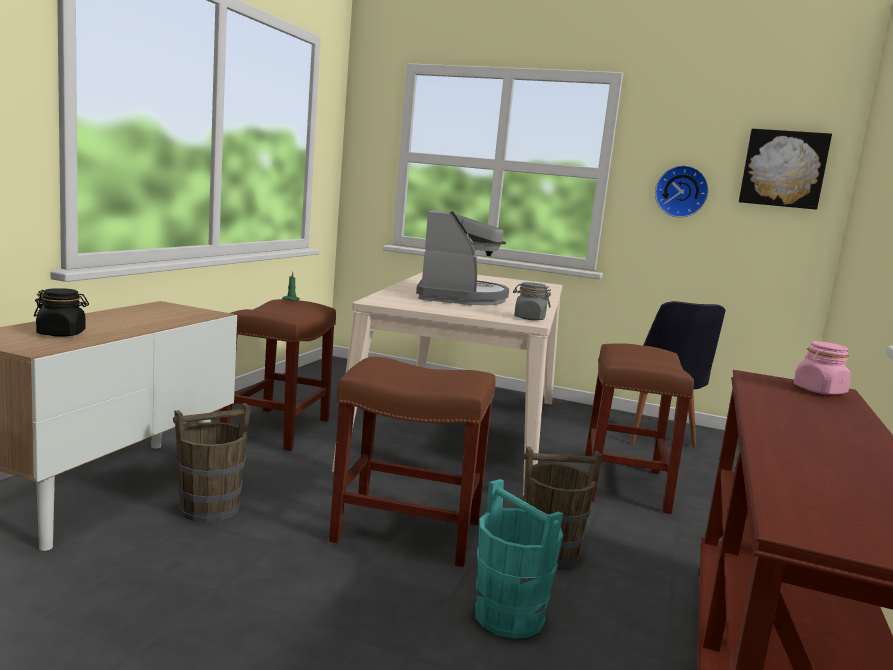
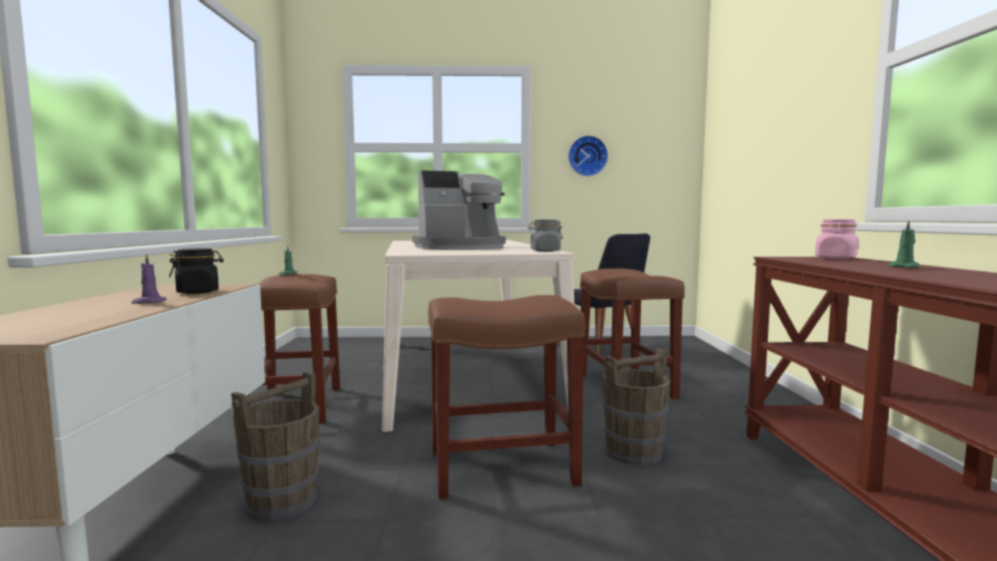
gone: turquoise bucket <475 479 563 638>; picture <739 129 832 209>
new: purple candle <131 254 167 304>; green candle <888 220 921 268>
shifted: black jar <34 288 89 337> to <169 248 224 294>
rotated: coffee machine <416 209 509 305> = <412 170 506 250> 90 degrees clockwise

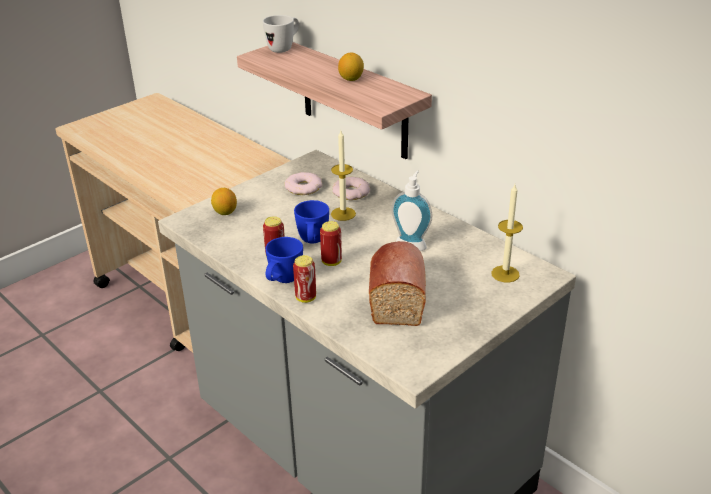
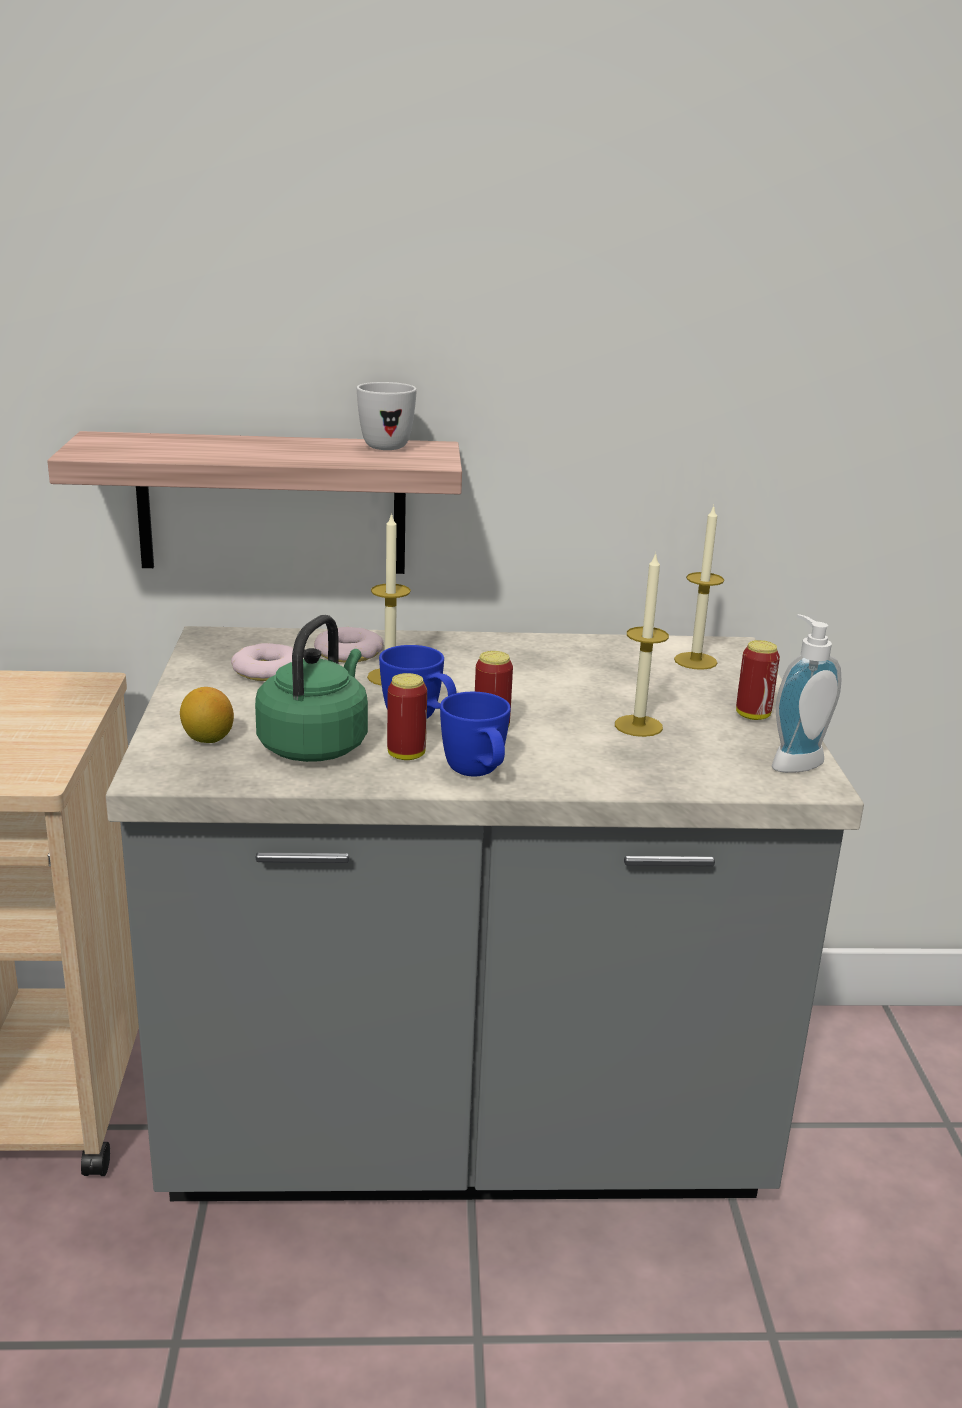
gone: lemon <338 53 364 81>
new: green kettle <255 615 368 762>
shifted: white mug <263 15 299 53> to <357 382 417 450>; can <293 255 316 303> to <736 640 780 720>; soap dispenser <392 171 432 251> to <772 614 841 773>
swapped: bread <369 241 426 326> to candle <615 552 669 737>

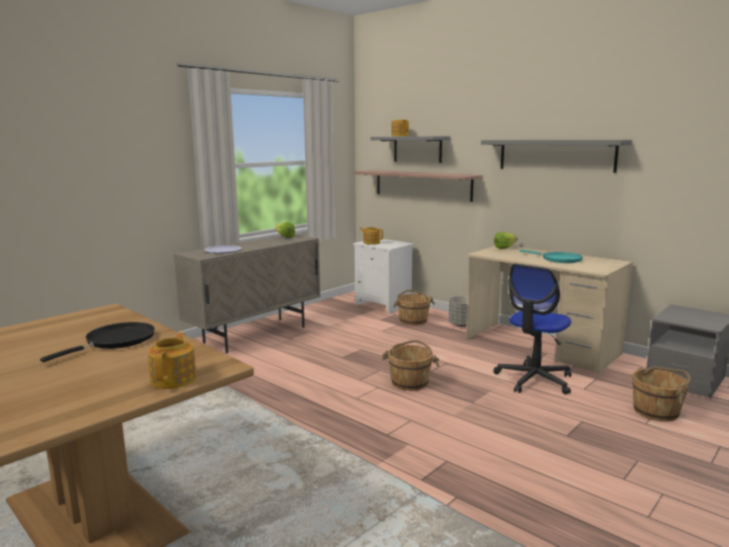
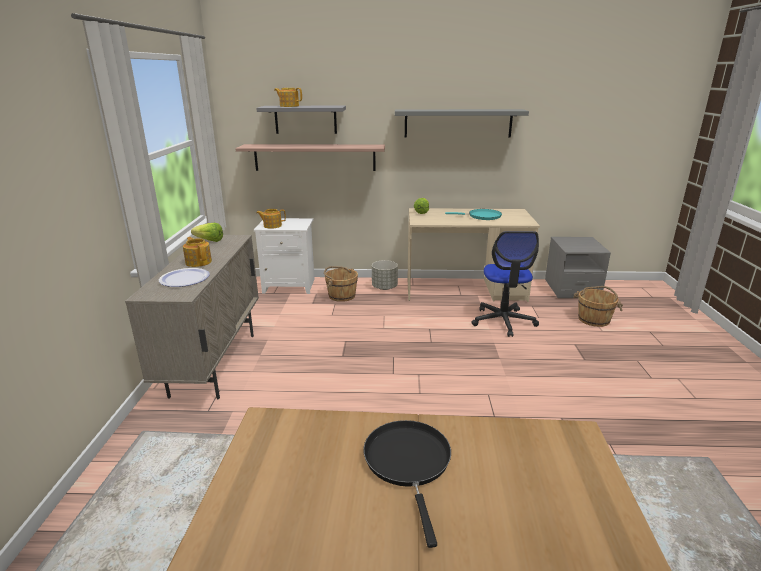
gone: brown bucket <382 340 439 391>
shifted: teapot <148 332 196 389> to <183 237 212 267>

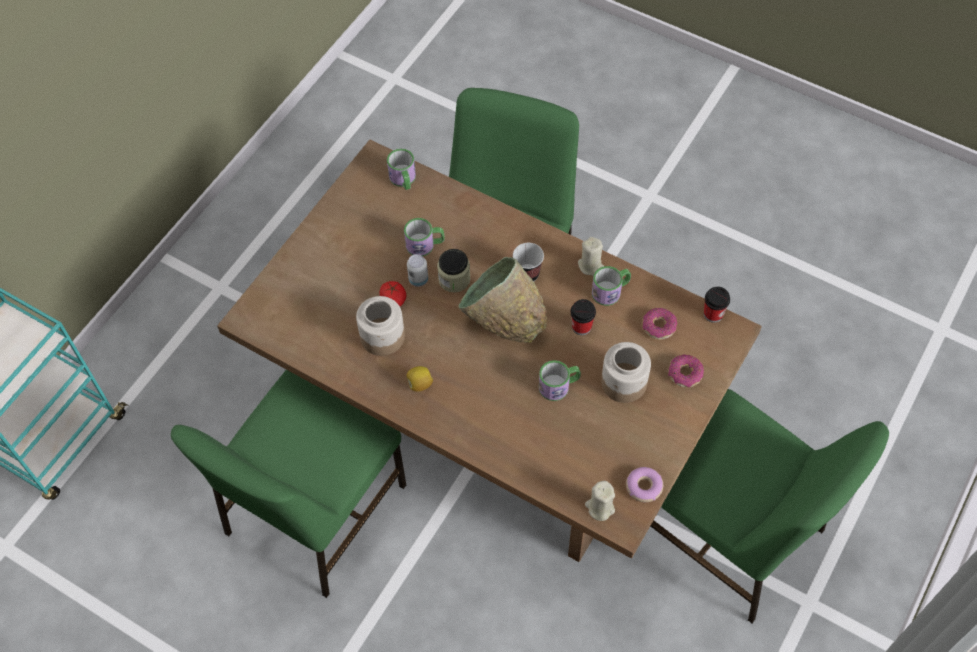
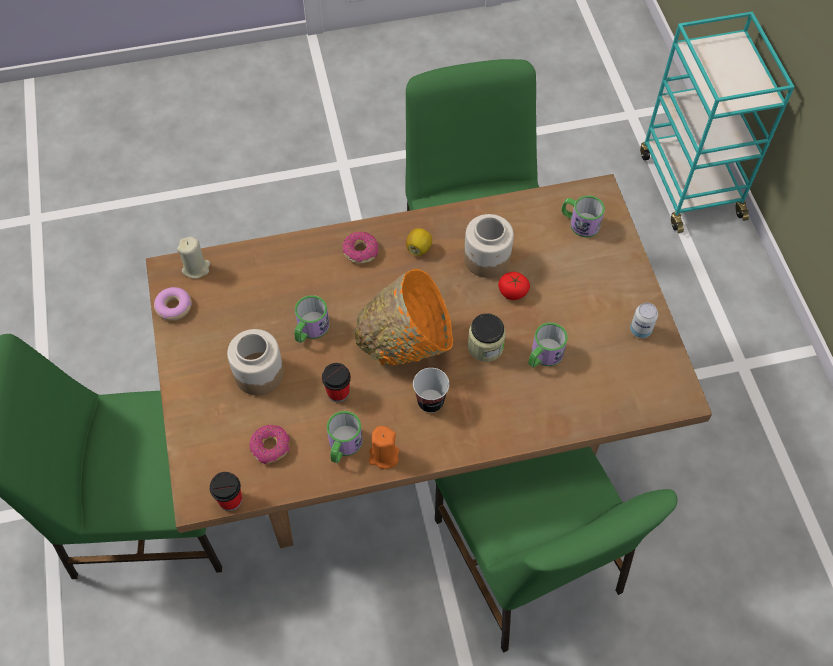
shifted: mug <387 149 416 190> to <561 195 605 237>; can <407 254 428 287> to <630 303 658 338>; donut <668 354 704 387> to <343 232 378 263>
repainted: green bowl <458 257 547 343> to orange bowl <354 269 453 366>; beige candle <578 237 604 276> to orange candle <369 426 399 469>

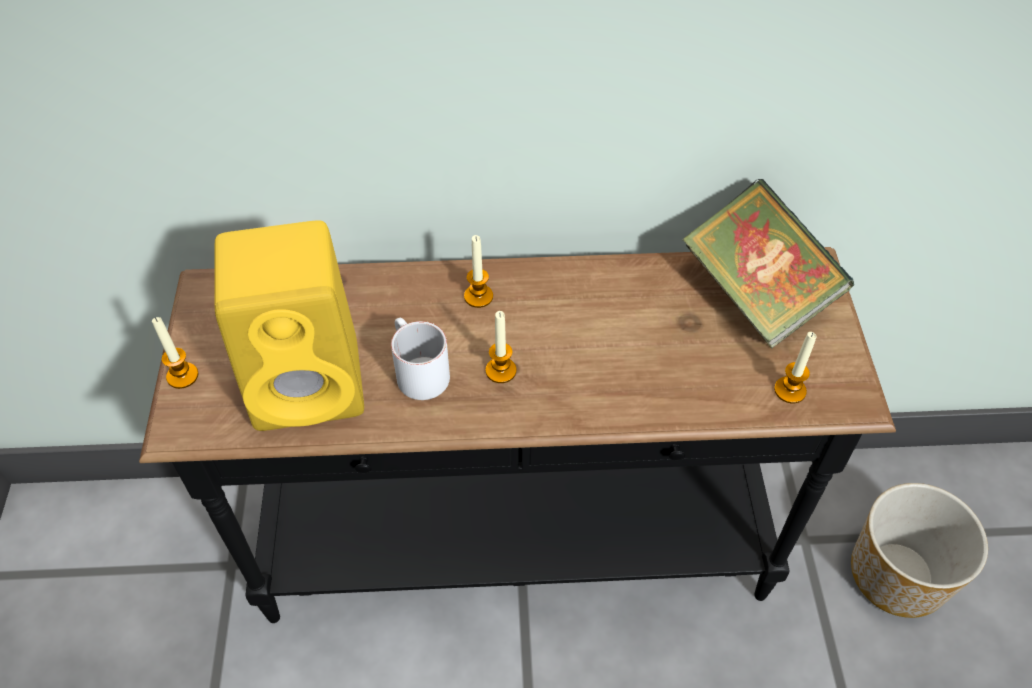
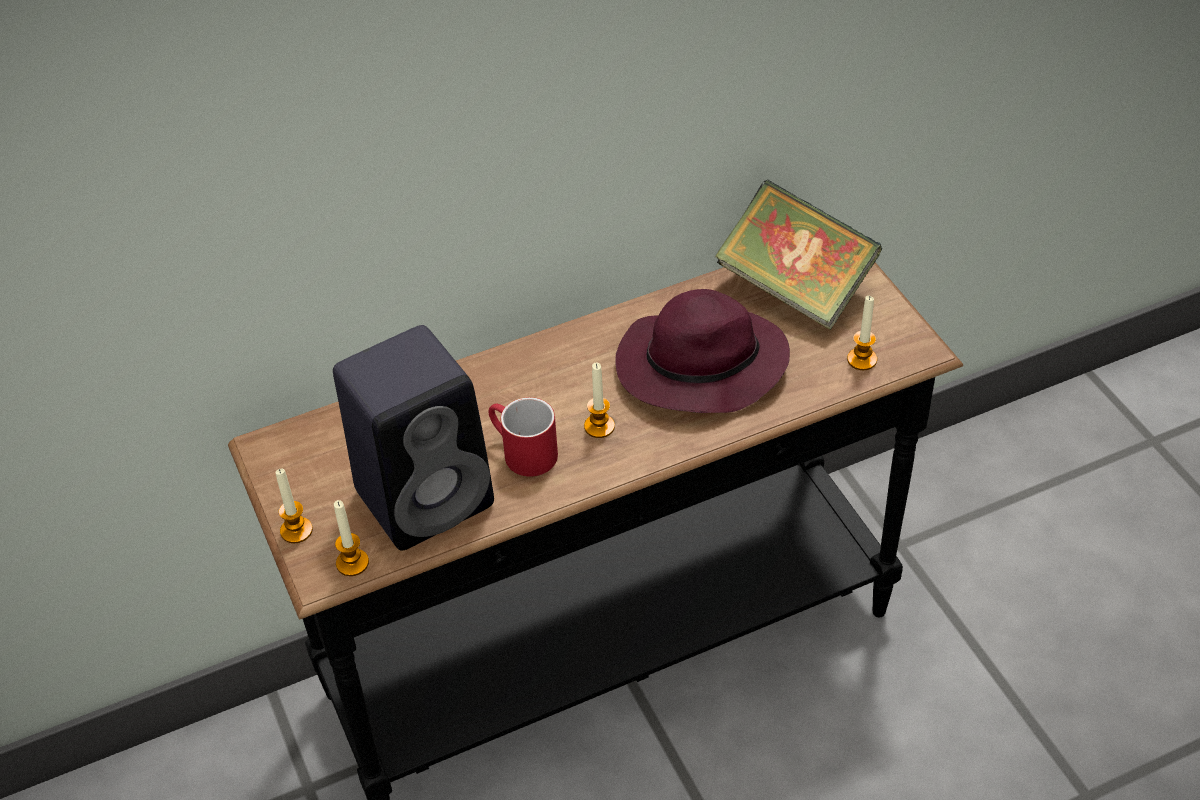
gone: planter <851 483 988 618>
new: purple hat <615 289 790 413>
shifted: candle <464 235 493 308> to <334 500 369 576>
repainted: yellow speaker <215 220 364 431> to black speaker <333 325 494 551>; white mug <391 318 450 400> to red mug <488 397 558 477>

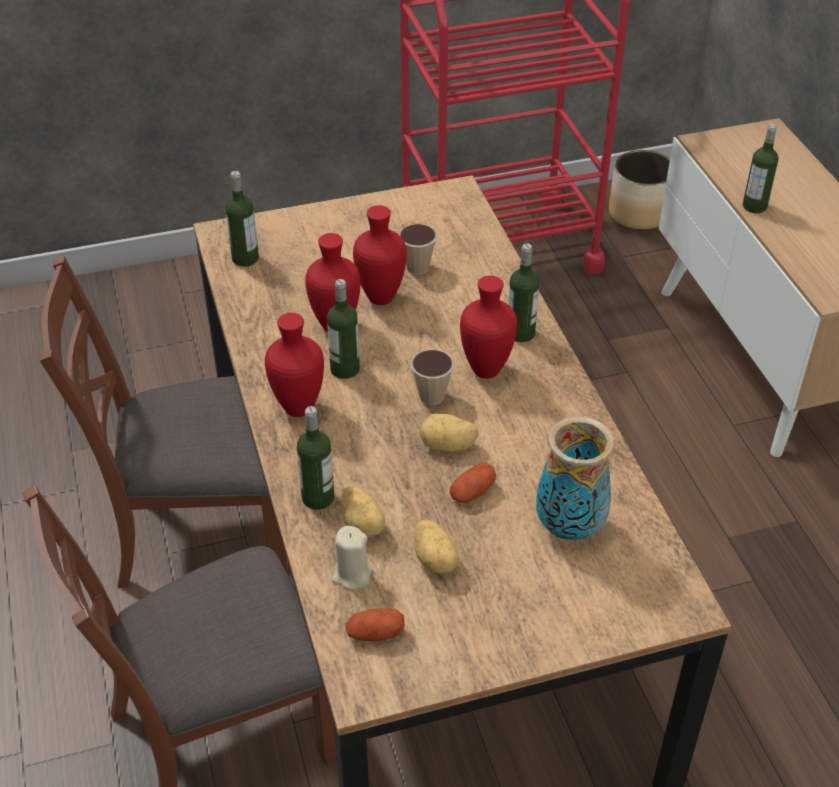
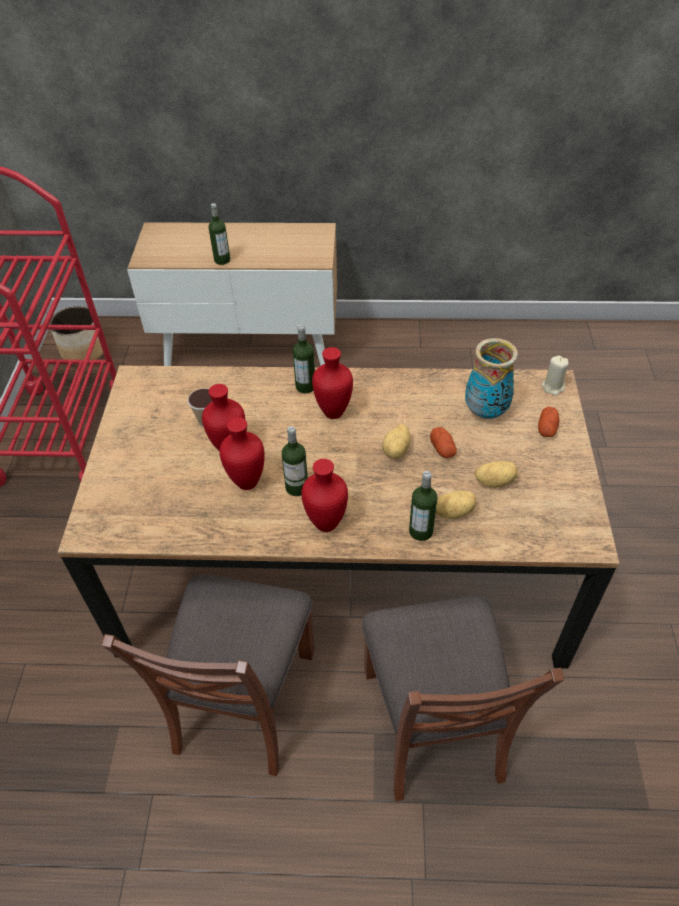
gone: bottle <225 171 259 267>; cup <411 350 454 405>
shifted: beige candle <331 526 372 590> to <542 355 568 396>; potato <346 608 405 642> to <538 407 560 437>

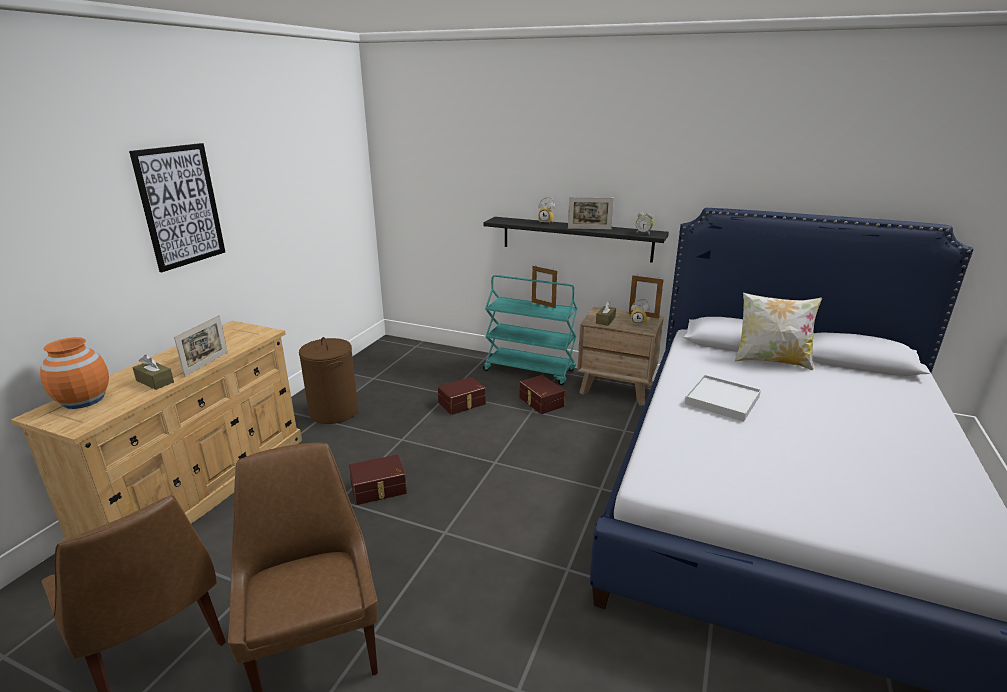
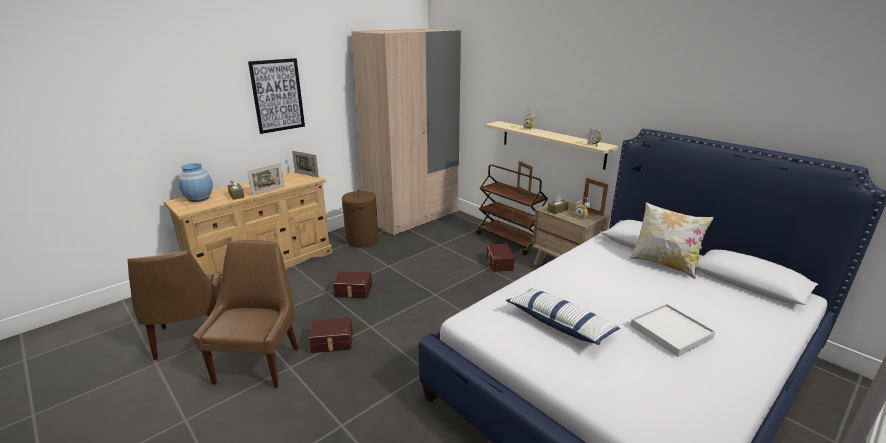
new: beige wardrobe <351 29 461 236>; pillow <506 289 620 345>
shifted: brown storage box <438 377 486 415> to <309 317 353 353>; picture frame <568 197 614 229> to <292 150 319 178>; white tray <685 375 761 422> to <630 304 716 357>
repainted: orange vase <40 337 109 409> to blue vase <178 163 213 202>; black shelf <483 217 669 263> to beige shelf <485 121 618 170>; turquoise cart <483 275 578 385> to brown cart <476 164 548 256>

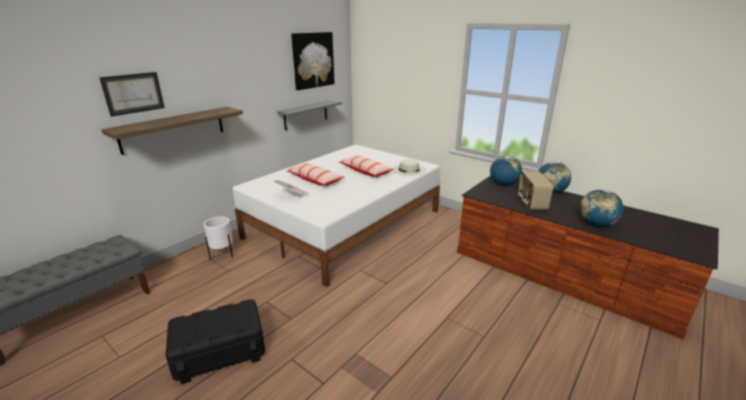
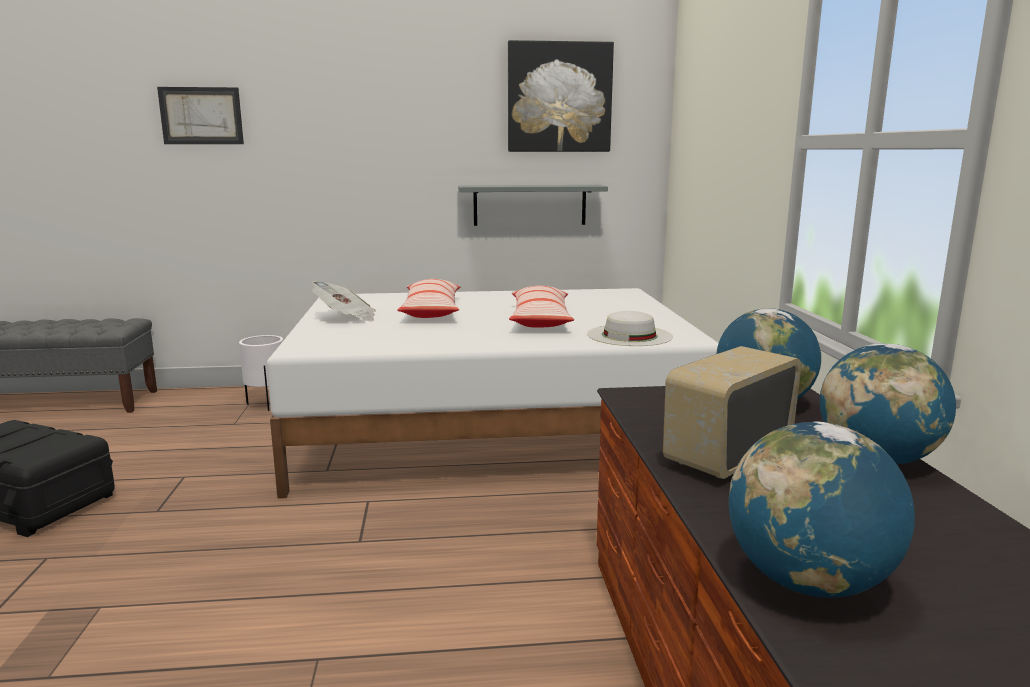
gone: shelf <101 107 243 155>

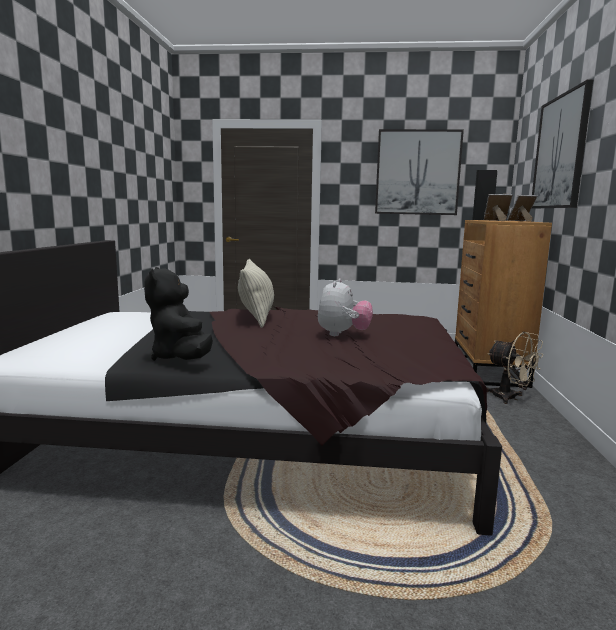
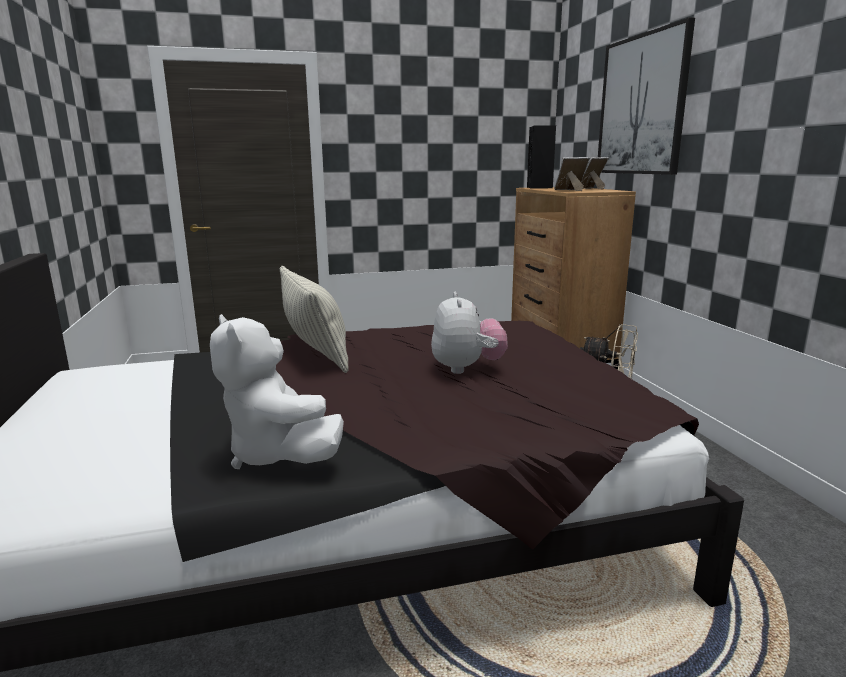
gone: picture <375 129 464 215>
repainted: black plush toy <144 267 213 361> to white plush toy <210 314 344 469>

